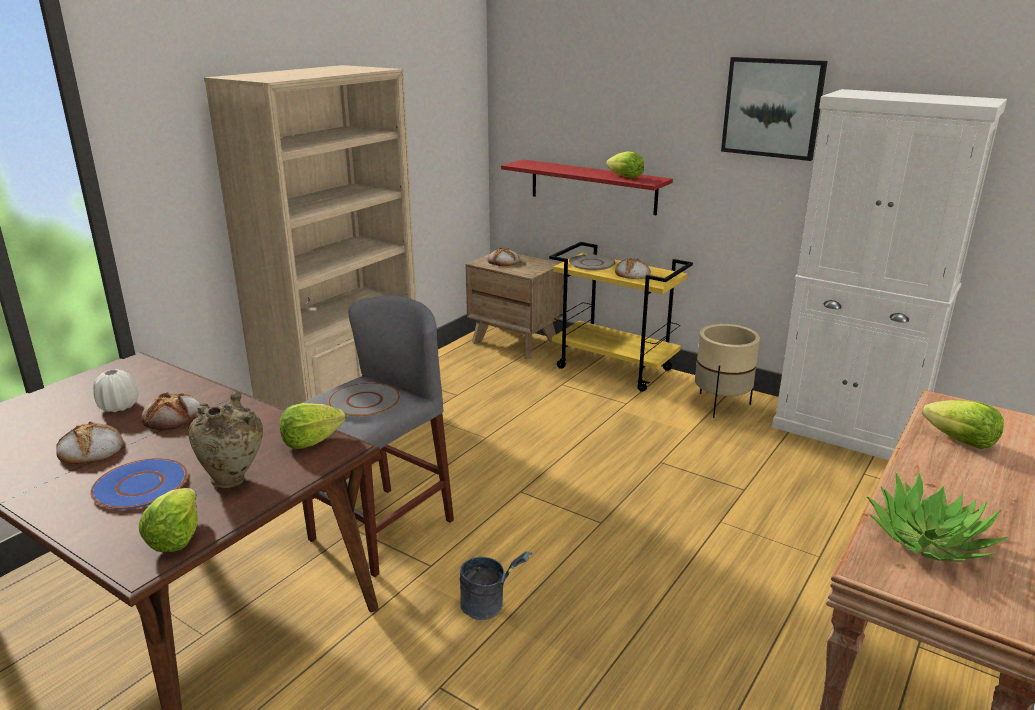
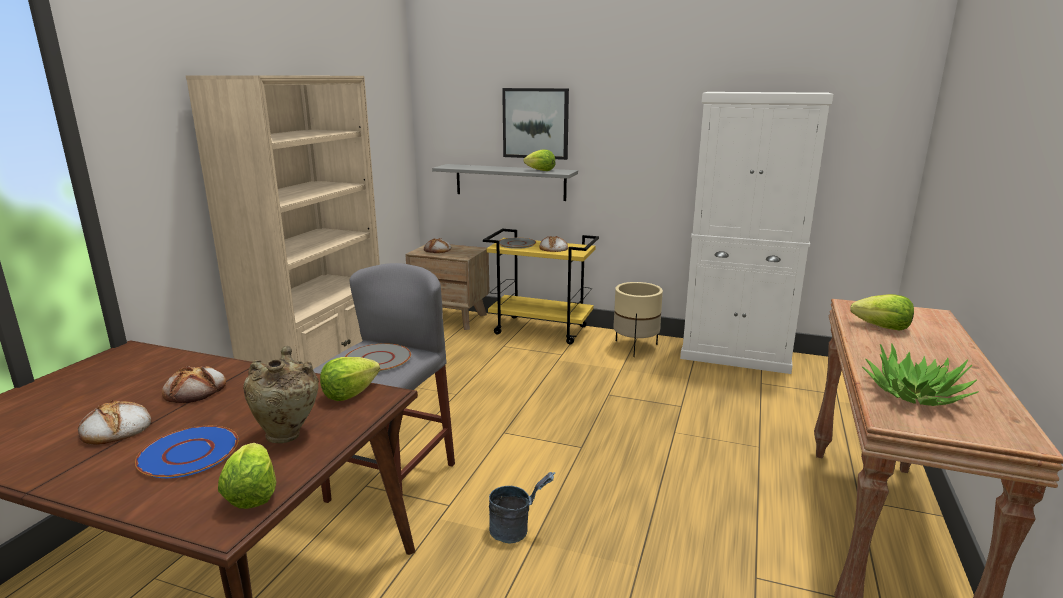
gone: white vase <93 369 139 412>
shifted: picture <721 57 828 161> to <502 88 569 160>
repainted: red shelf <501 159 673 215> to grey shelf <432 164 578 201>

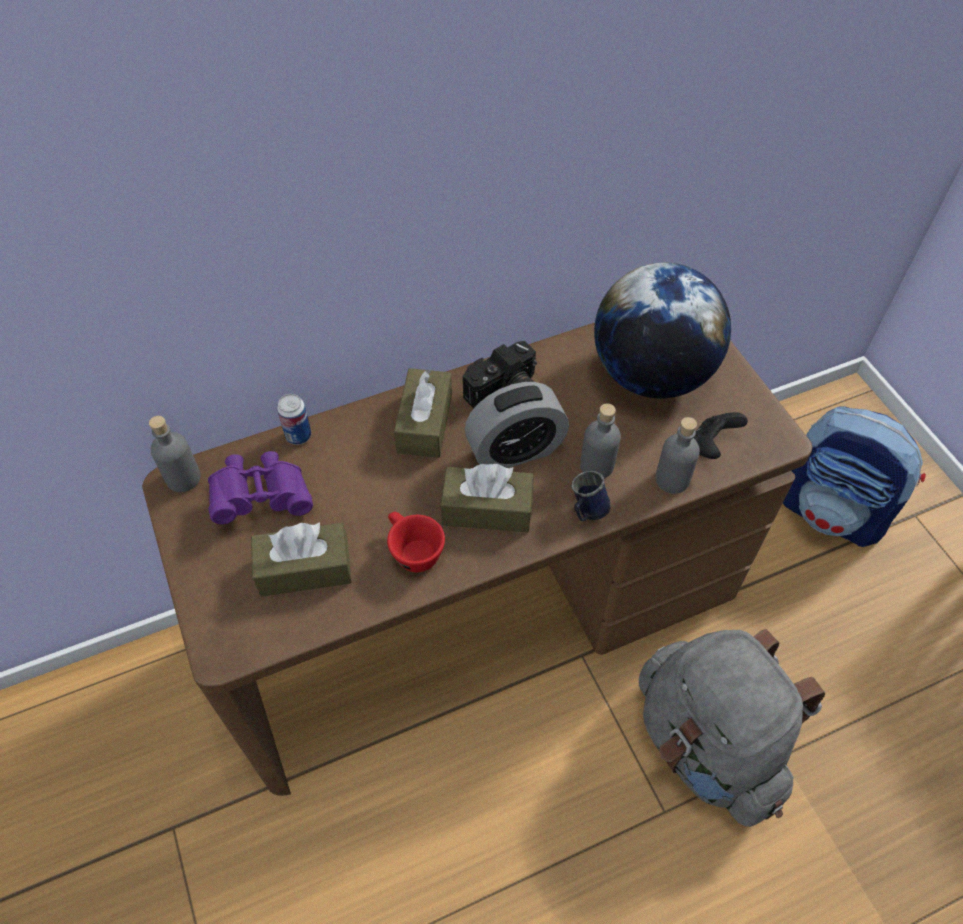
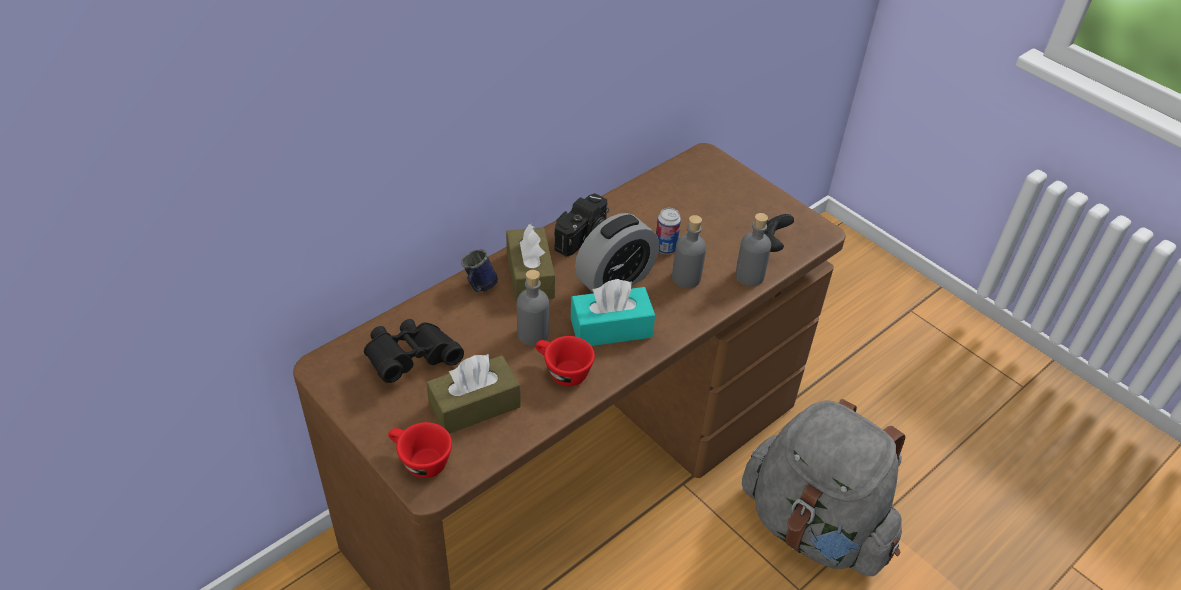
gone: globe <594 262 731 398>; backpack <783 406 926 547>
new: red cup <388 422 452 478>
shifted: grey bottle <149 416 201 492> to <517 270 549 346>; can <277 394 311 445> to <656 208 681 254>; blue mug <571 471 611 521> to <461 249 498 292>
repainted: purple binoculars <208 451 313 524> to black binoculars <364 319 464 383>; brown tissue box <440 464 534 532> to turquoise tissue box <571 279 655 346>

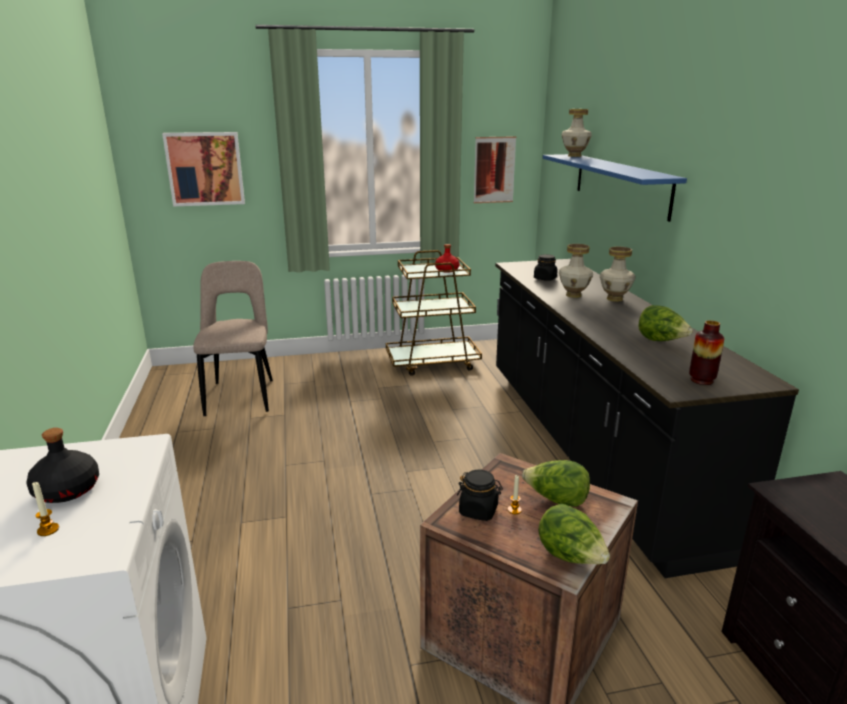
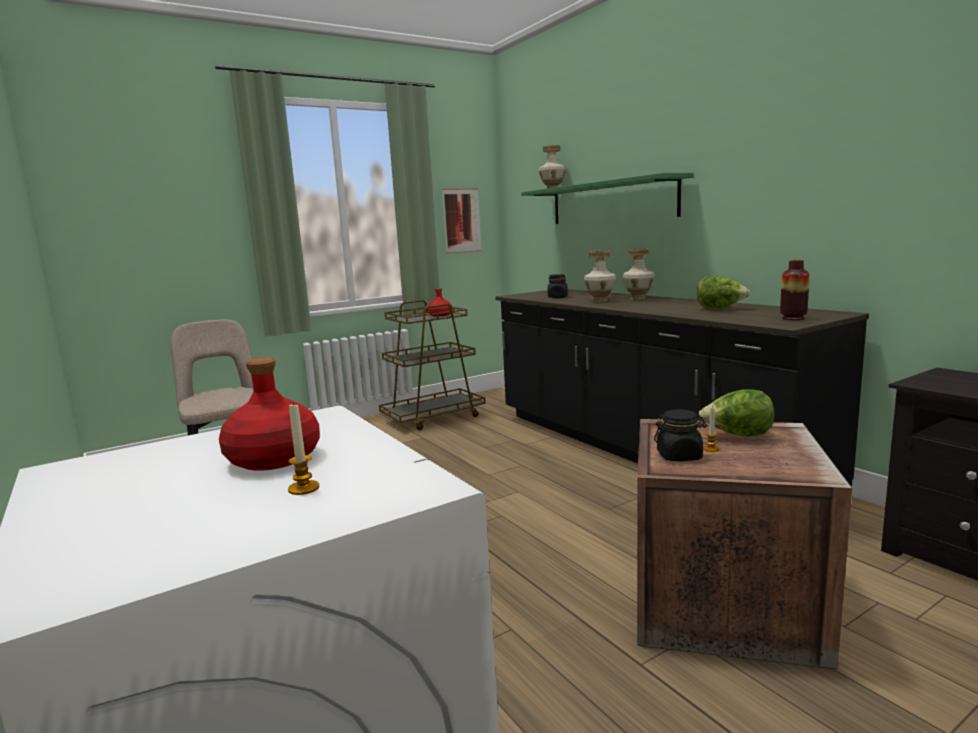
gone: picture <162 132 245 207>; lettuce <538 504 610 564>
repainted: black bottle <26 428 99 503> to red bottle <219 357 320 471>; blue shelf <543 154 687 222> to green shelf <521 173 694 224>

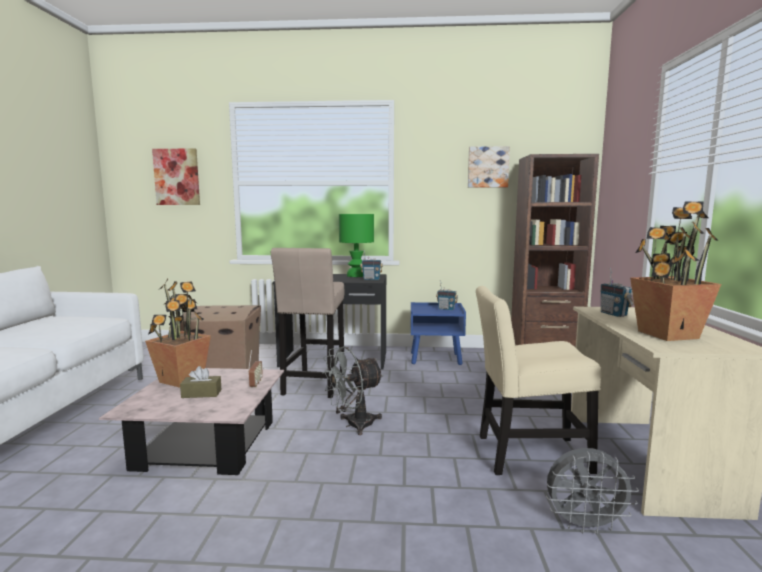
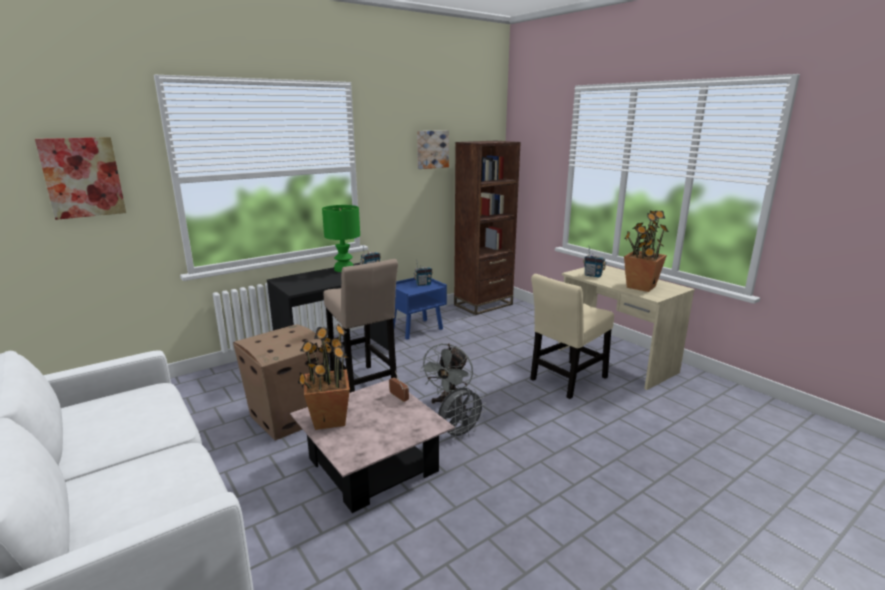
gone: brown tissue box <180 366 222 398>
shifted: grey fan <546 448 639 534> to <438 388 486 440>

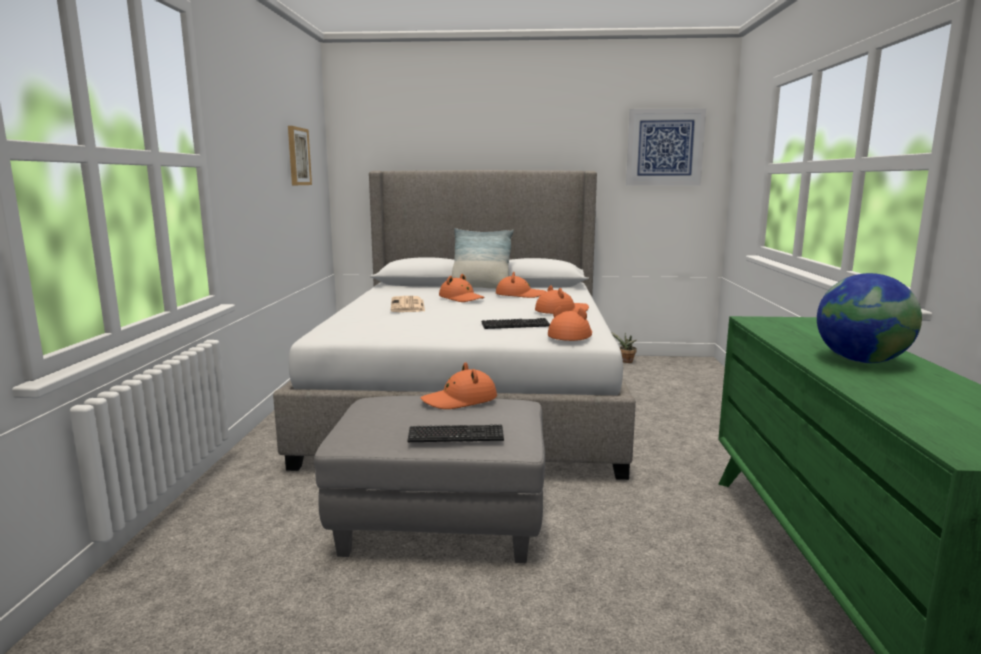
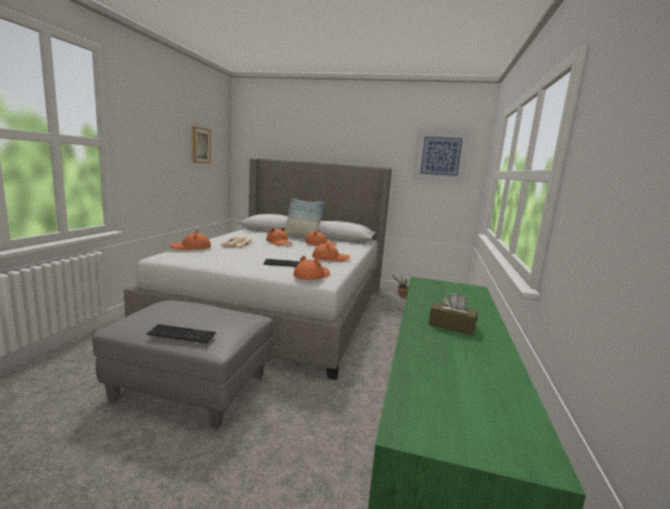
shifted: orange hat <421 362 497 409> to <169 230 211 250>
swapped: globe <817 273 922 363> to brown tissue box <429 292 478 335>

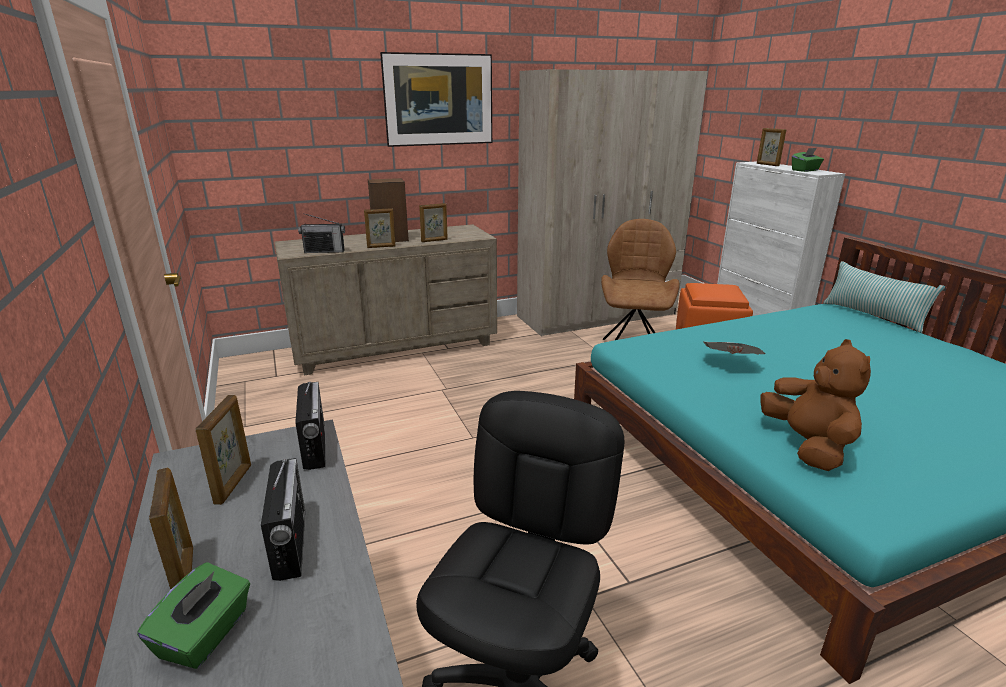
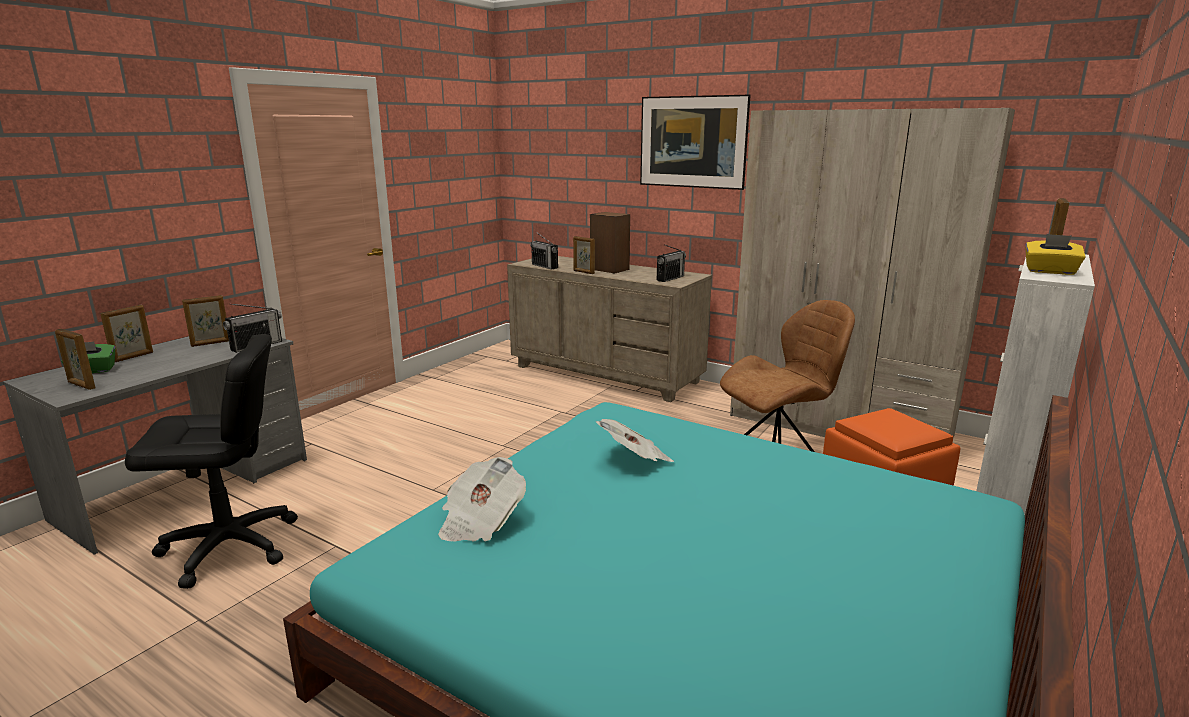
gone: pillow <823 261 945 333>
shifted: radio <261 458 305 581> to <657 244 686 282>; picture frame <419 203 448 242> to <55 329 95 390>
swapped: brown plush toy <760 339 871 471> to newspaper <439 457 526 541>
repainted: green tissue box <792 148 824 172> to yellow tissue box <1025 234 1086 275>

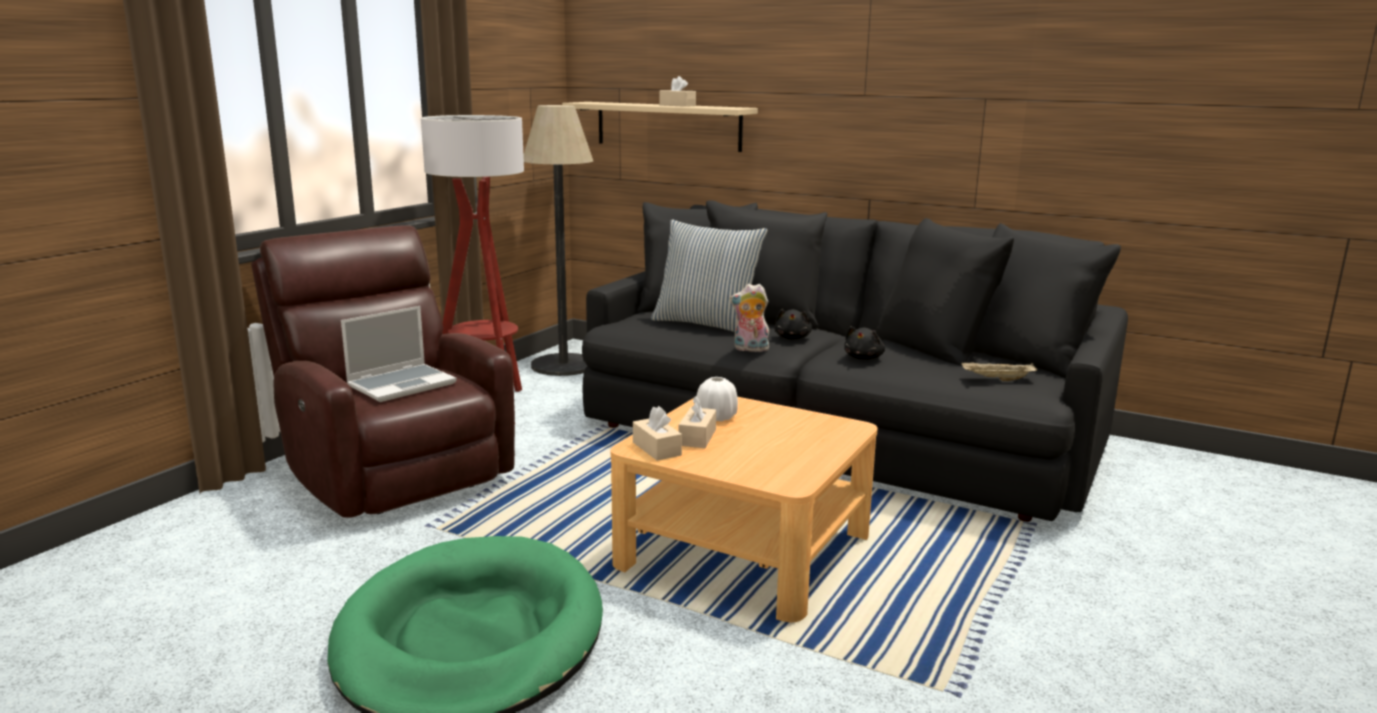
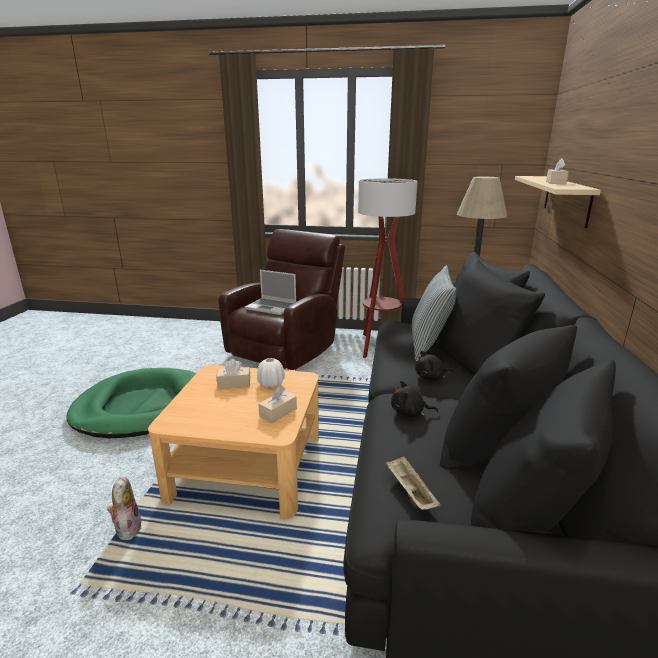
shifted: beige tissue box <633 406 682 461> to <258 386 297 423>; plush toy <730 284 769 352> to <107 477 141 540>

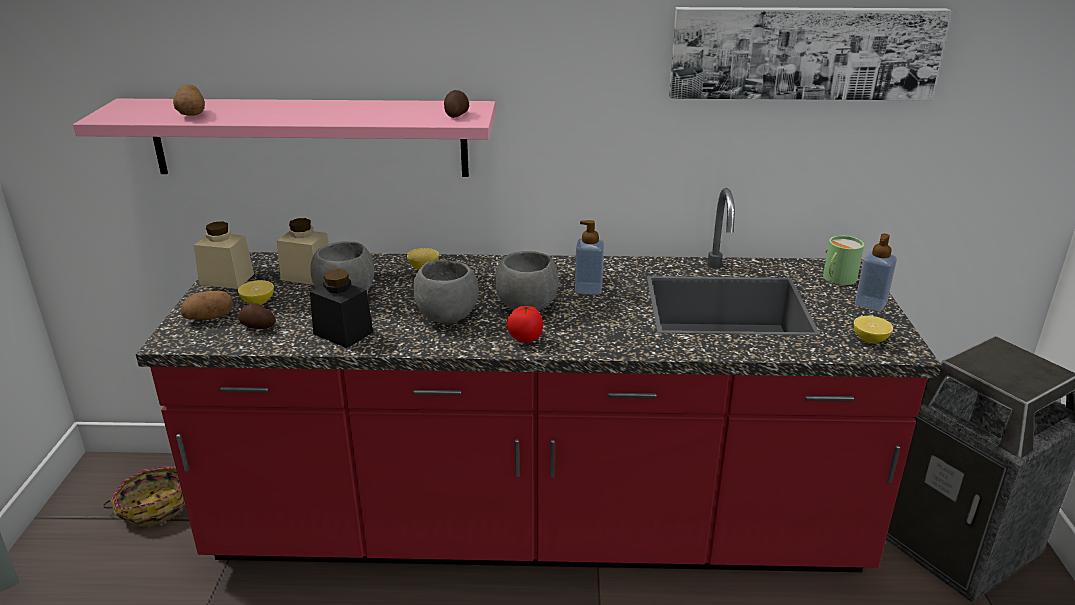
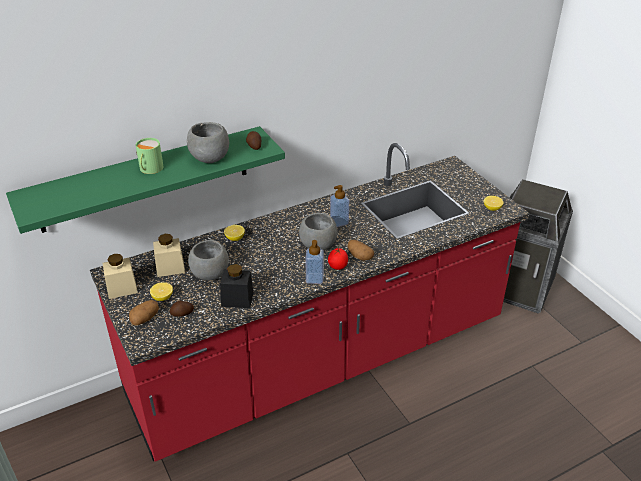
gone: basket <103 466 185 527>; picture <669 7 951 101>
shifted: potato <173 84 205 116> to <348 239 374 261>; grey bowl <413 260 479 323> to <187 122 229 163>; green mug <823 235 864 285> to <136 138 164 174>; soap dispenser <855 233 897 311> to <305 240 324 284>
repainted: pink shelf <73 99 496 177> to green shelf <6 126 285 234>

